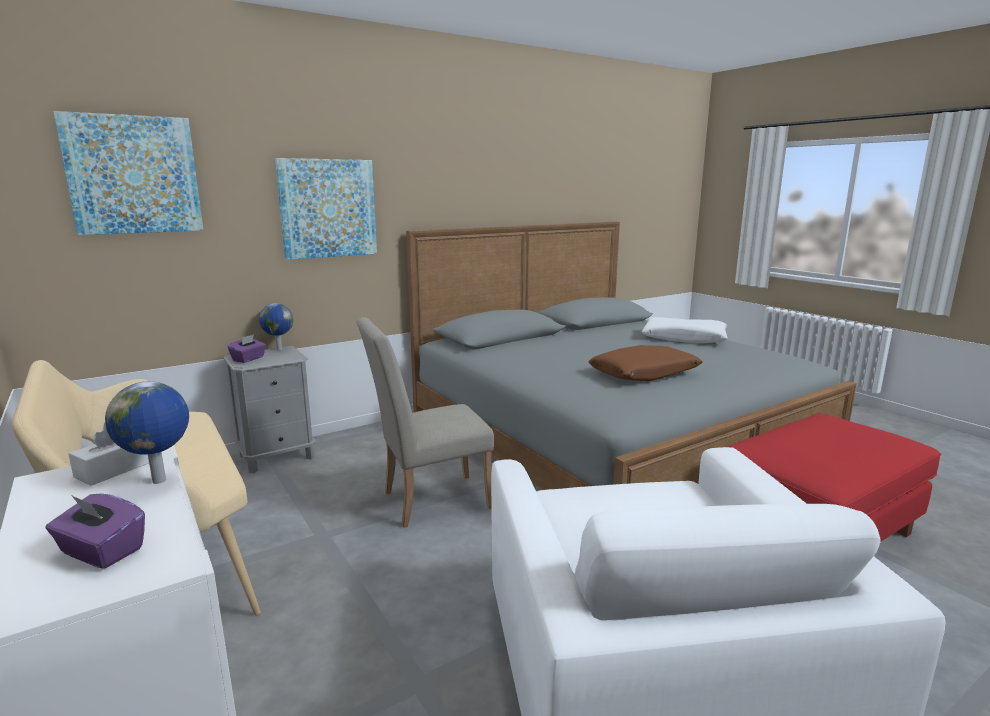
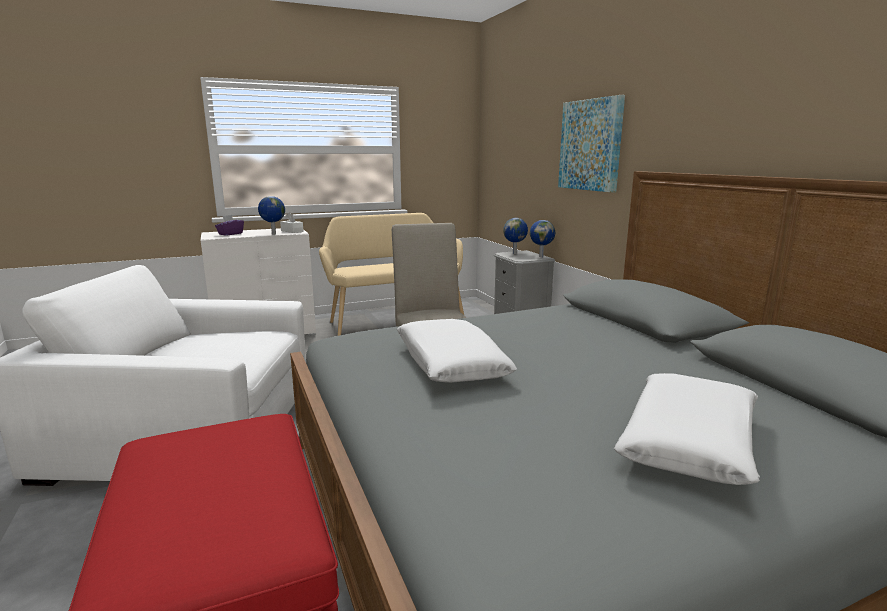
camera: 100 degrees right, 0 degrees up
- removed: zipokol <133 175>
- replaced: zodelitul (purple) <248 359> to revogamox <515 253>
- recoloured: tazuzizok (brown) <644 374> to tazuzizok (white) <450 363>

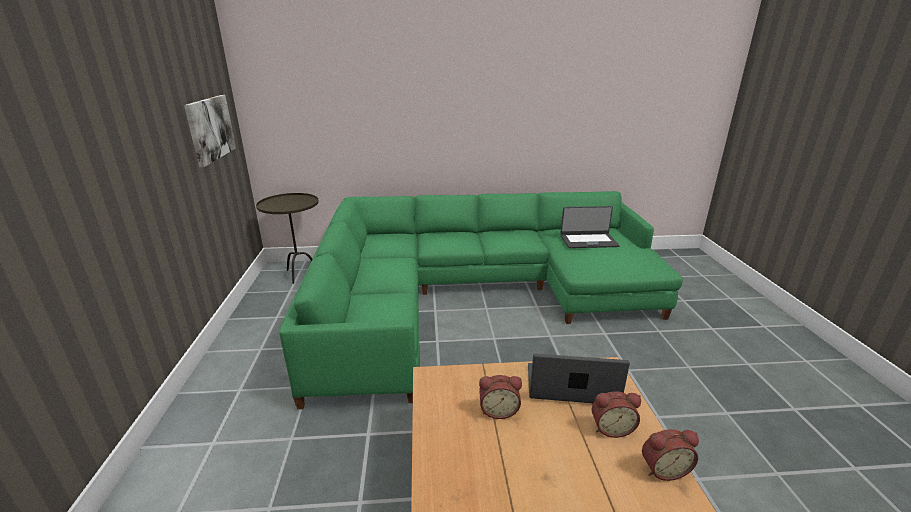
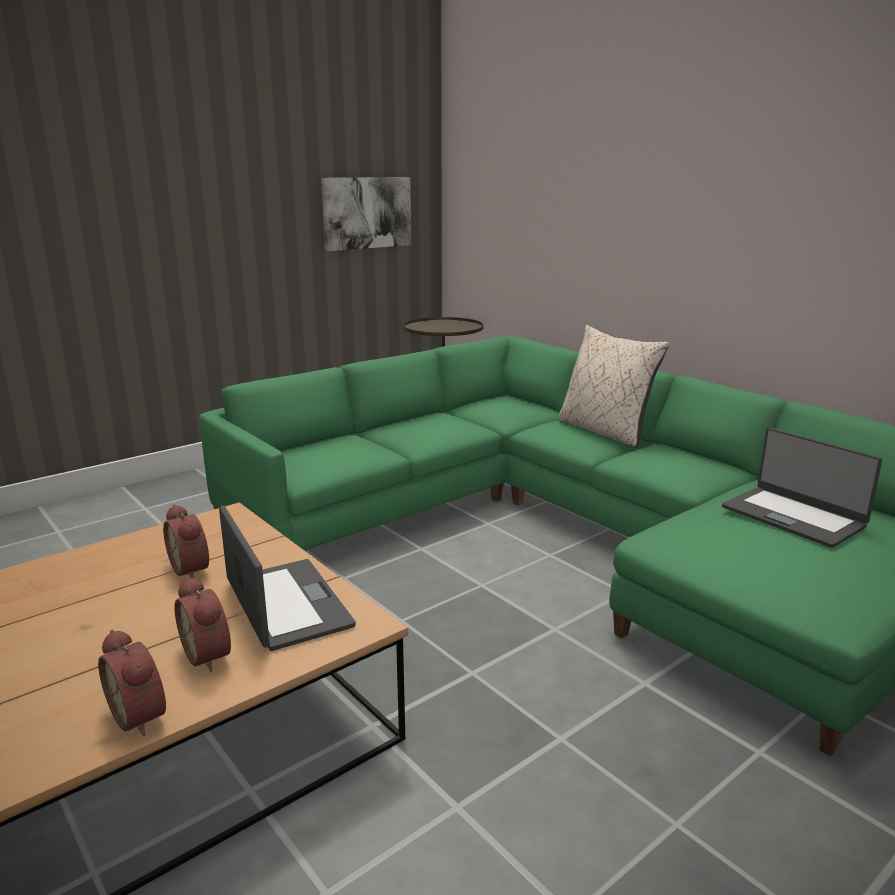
camera: 55 degrees right, 5 degrees down
- added: tazuzizok (beige) <605 431>

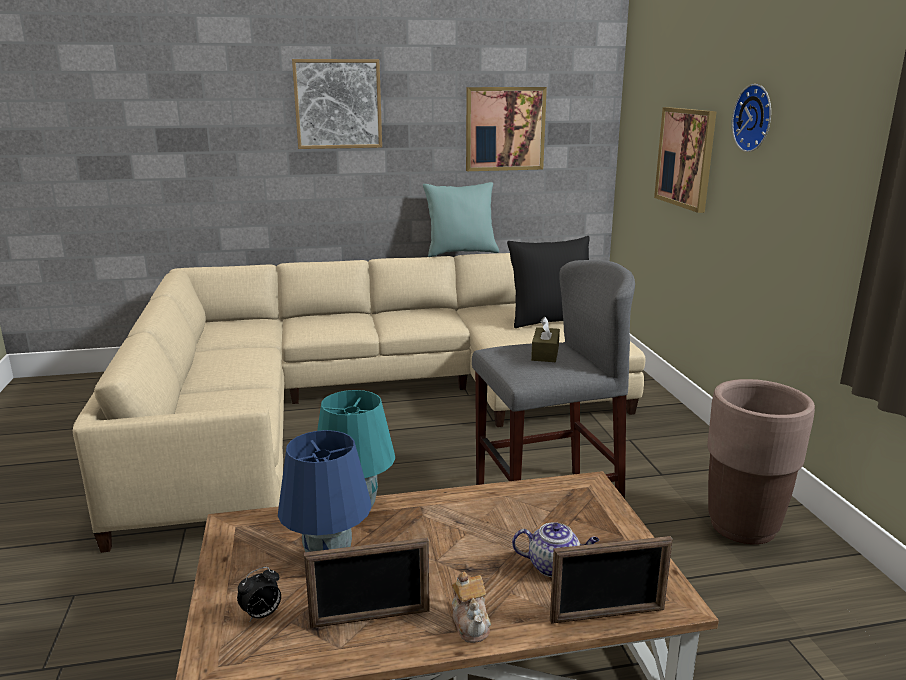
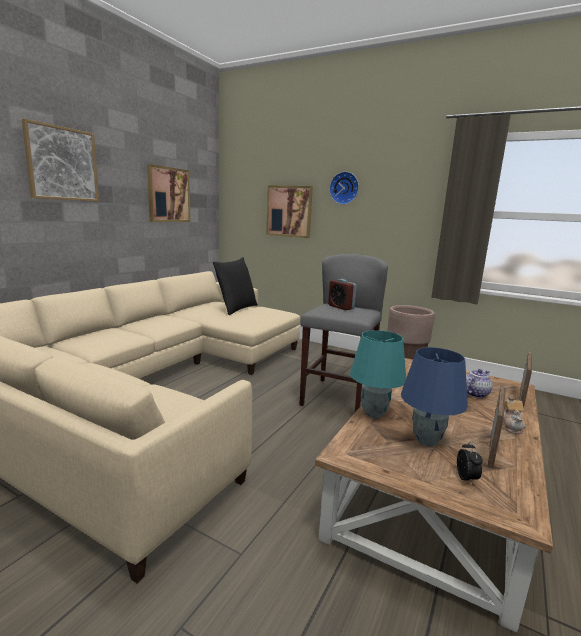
camera: 50 degrees left, 5 degrees down
- removed: tazuzizok (turquoise) <461 253>
- replaced: zodelitul (brown) <545 353> to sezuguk <341 307>
- turned: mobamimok <471 623> = <511 426> 75 degrees clockwise

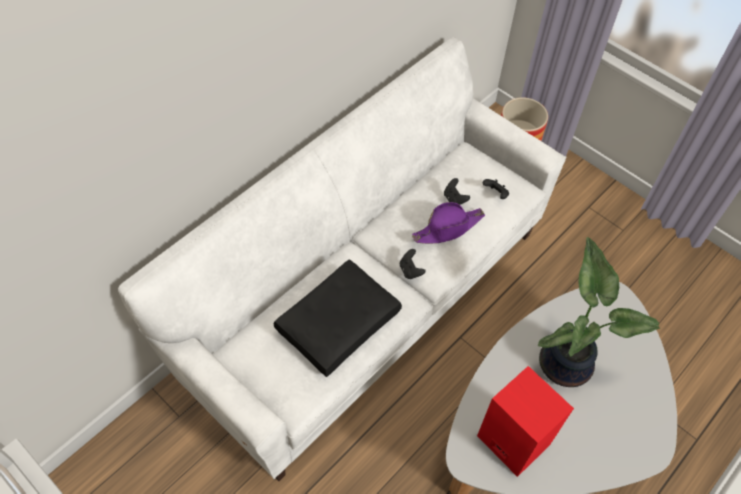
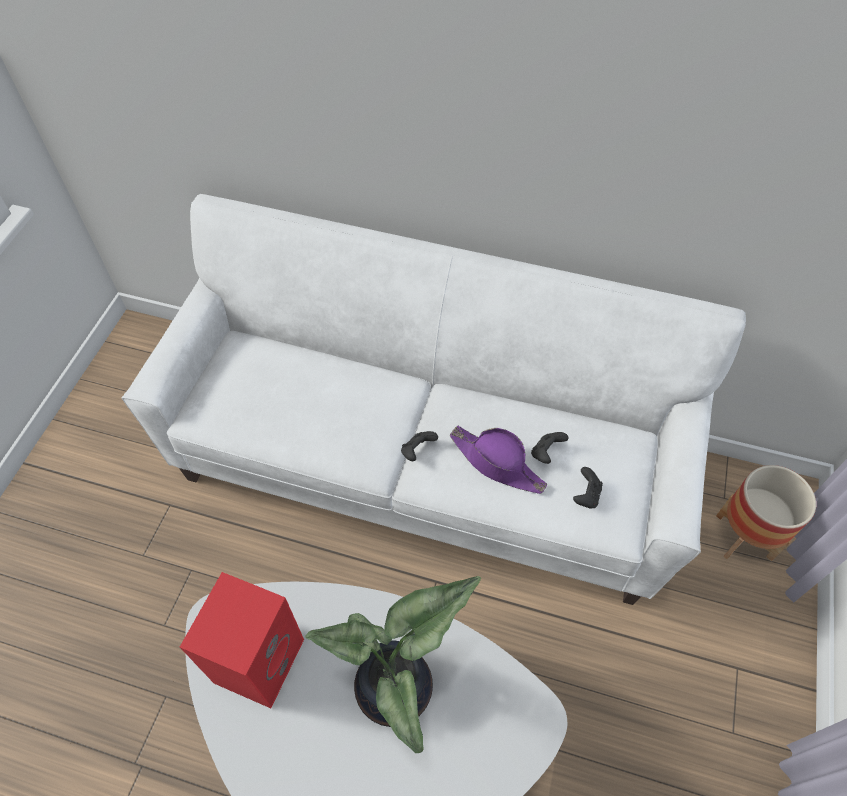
camera: 65 degrees right, 0 degrees up
- removed: tazuzizok (black) <337 321>

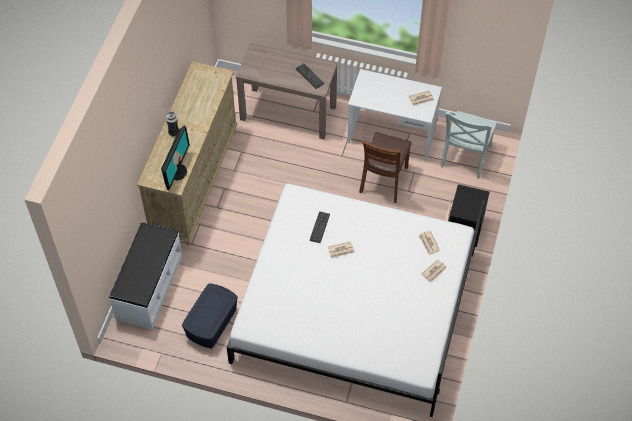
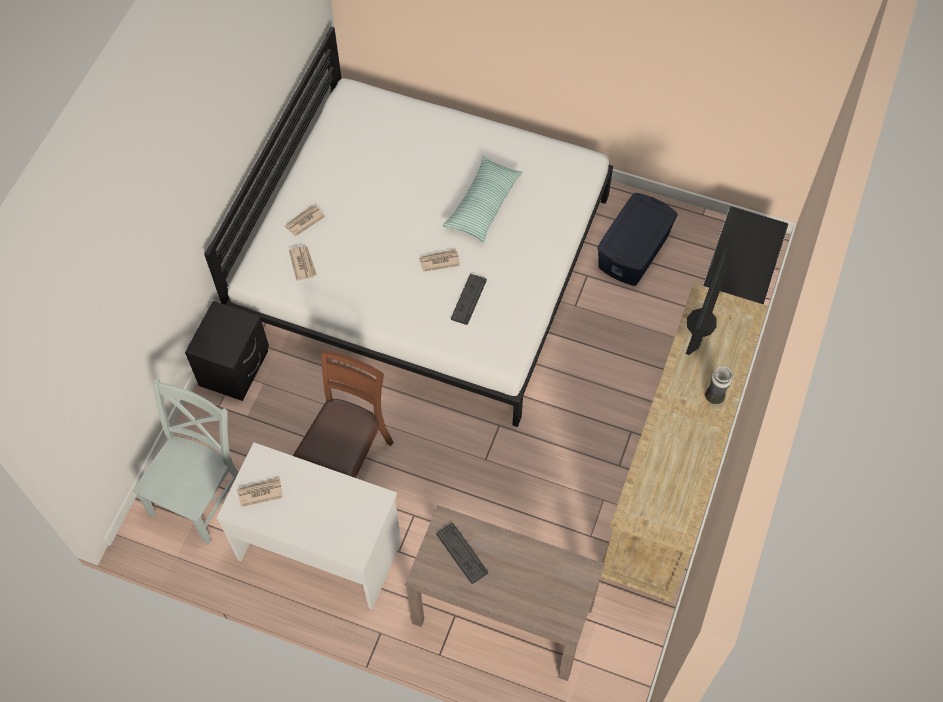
camera: 175 degrees left, 5 degrees up
- added: tazuzizok <483 204>

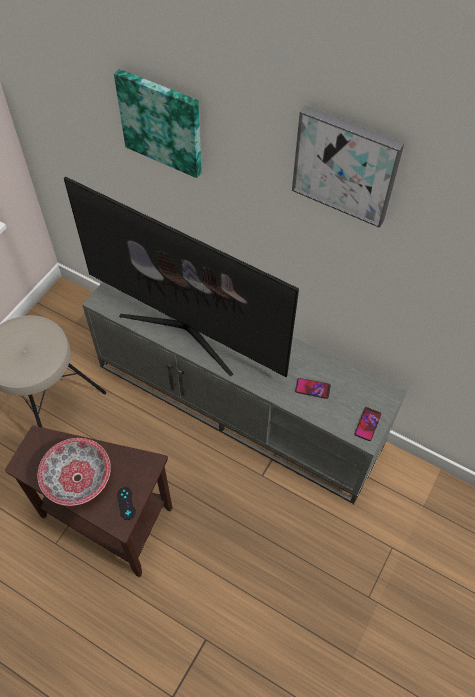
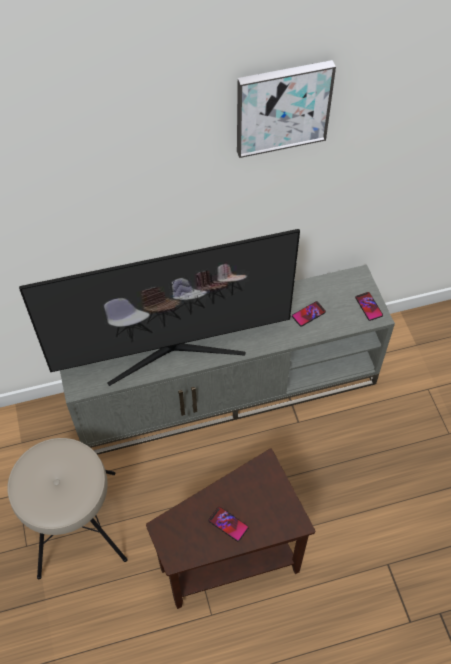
camera: 45 degrees left, 0 degrees up
- removed: zipokol <162 122>
- replaced: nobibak <78 477> to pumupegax <228 524>
- removed: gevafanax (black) <126 503>

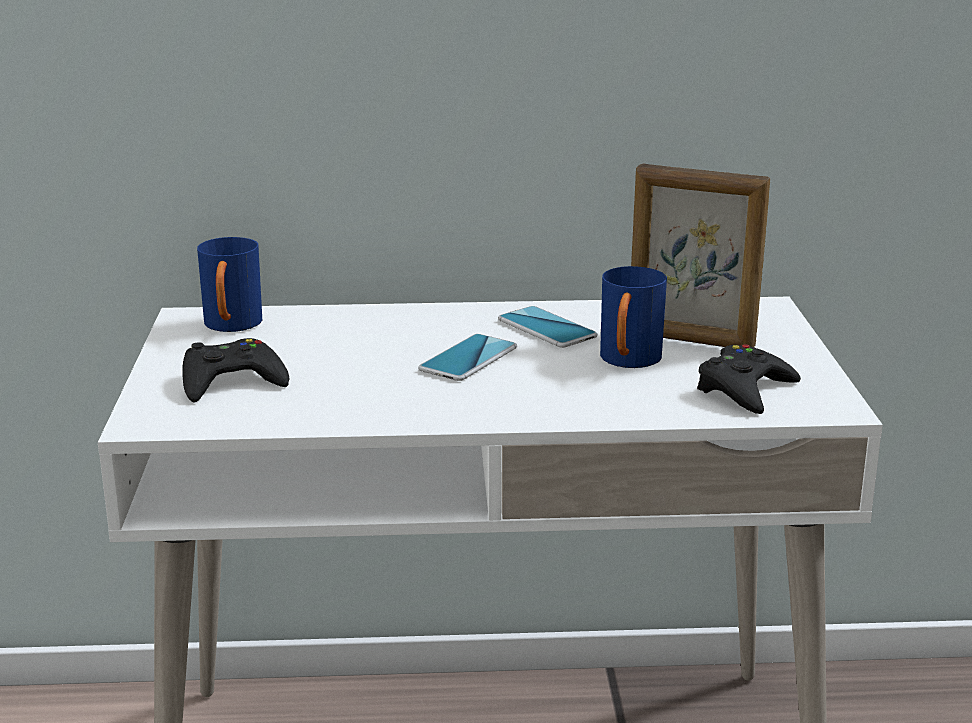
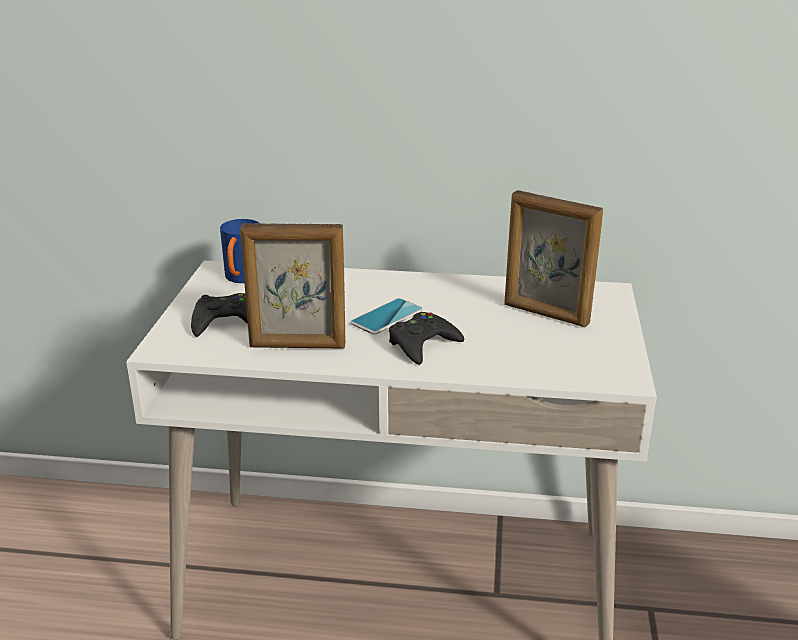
camera: 10 degrees right, 5 degrees up
- removed: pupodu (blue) <628 362>
- removed: pumupegax <547 328>
- moved: gevafanax (black) <745 389> to <422 344>
- added: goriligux <297 346>

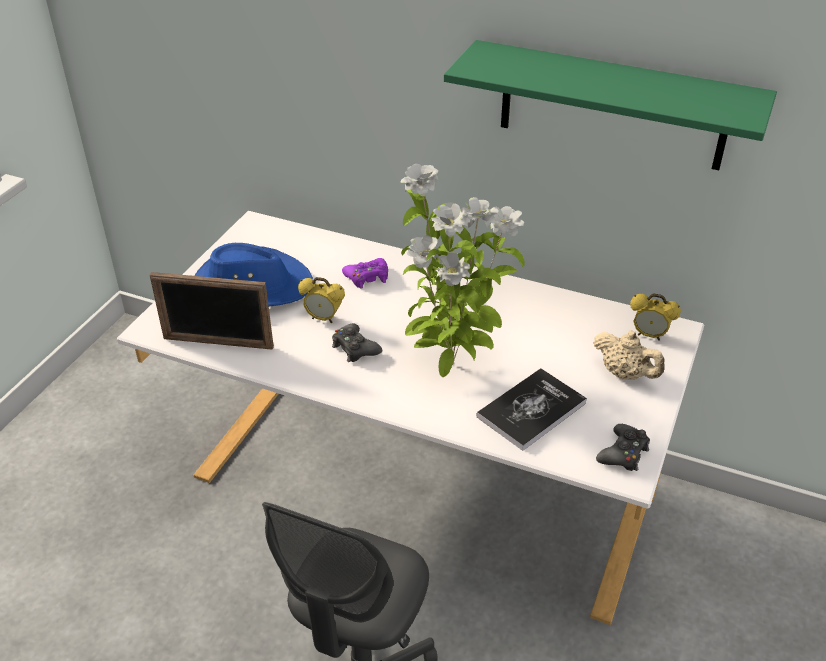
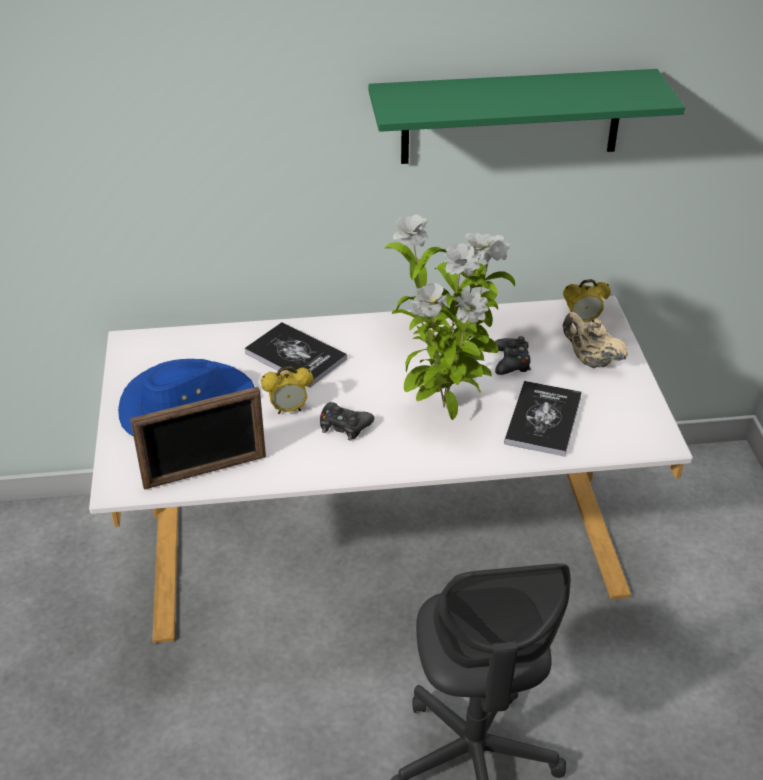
camera: 30 degrees left, 0 degrees up
- replaced: gevafanax (purple) <367 277> to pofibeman <295 356>
- turned: mobamimok (beige) <625 374> = <590 361> 150 degrees counterclockwise
- moved: gevafanax (black) <623 453> to <511 362>

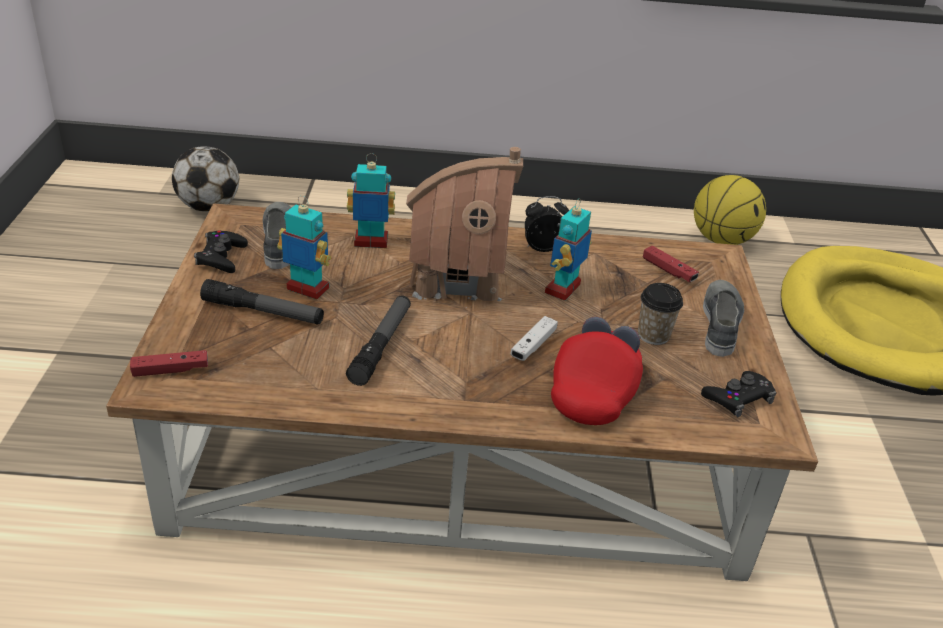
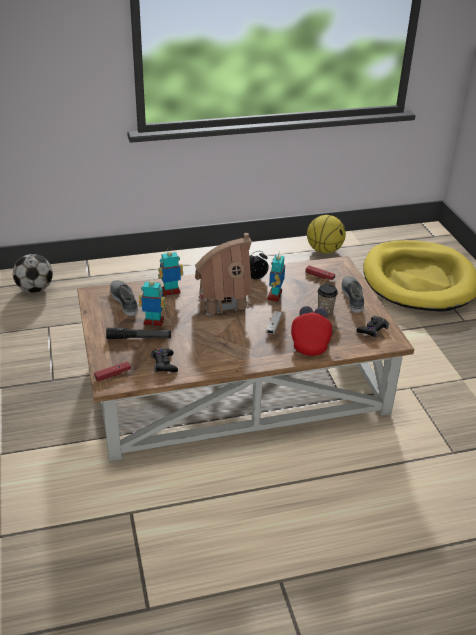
camera: 15 degrees left, 0 degrees up
- moved: gevafanax (black) <221 257> to <164 364>
- removed: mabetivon <381 345>

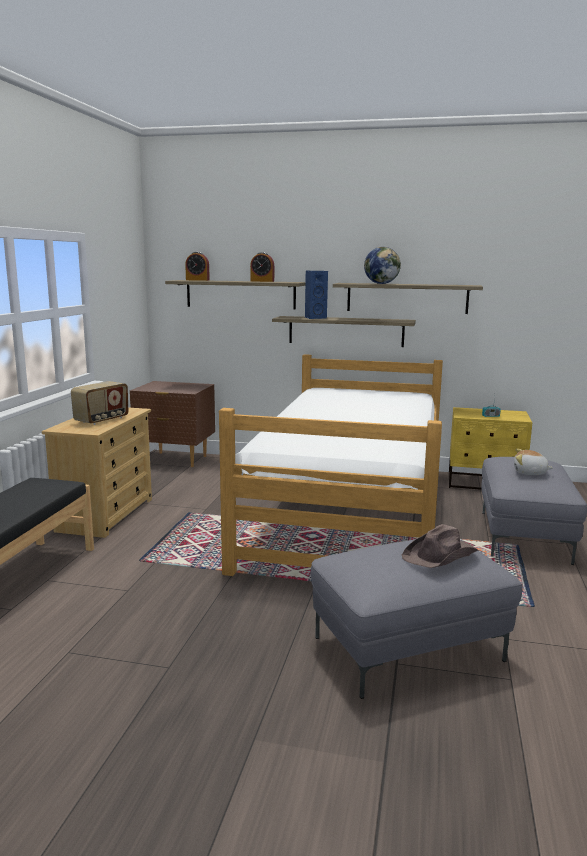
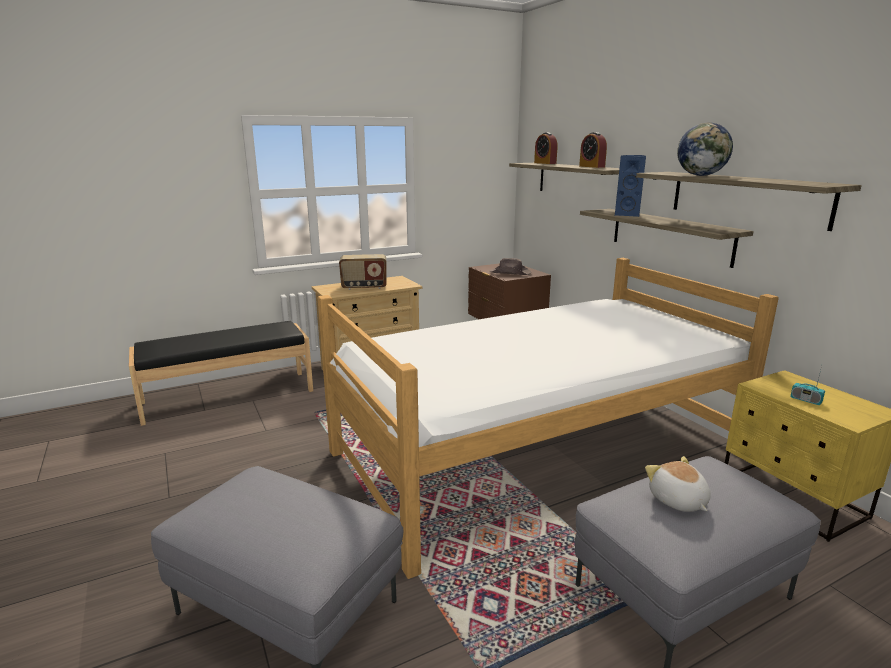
camera: 50 degrees right, 5 degrees up
- moved: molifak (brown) <440 555> to <510 273>

